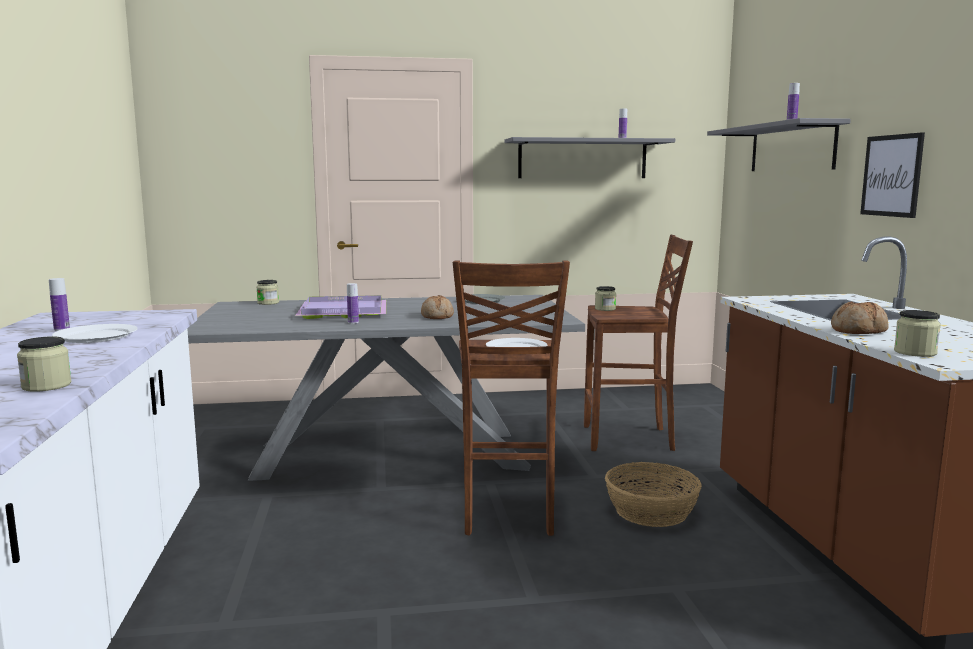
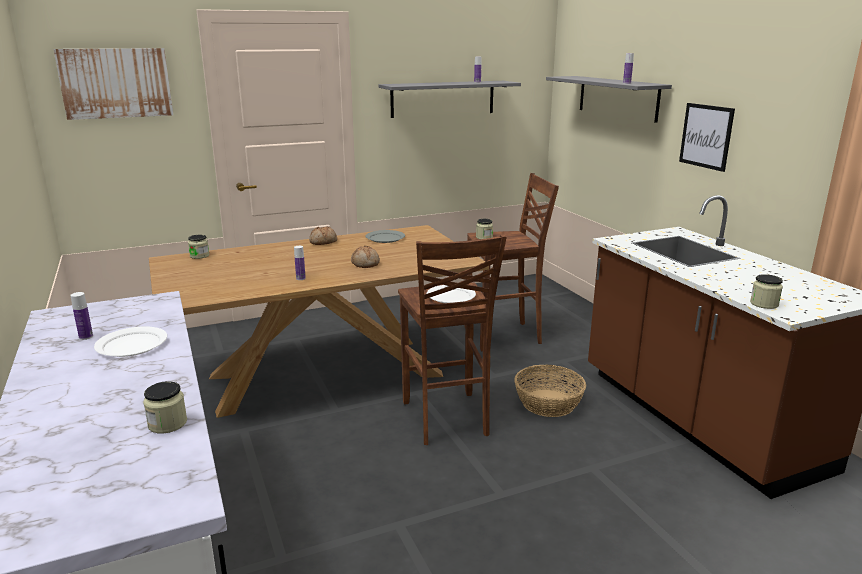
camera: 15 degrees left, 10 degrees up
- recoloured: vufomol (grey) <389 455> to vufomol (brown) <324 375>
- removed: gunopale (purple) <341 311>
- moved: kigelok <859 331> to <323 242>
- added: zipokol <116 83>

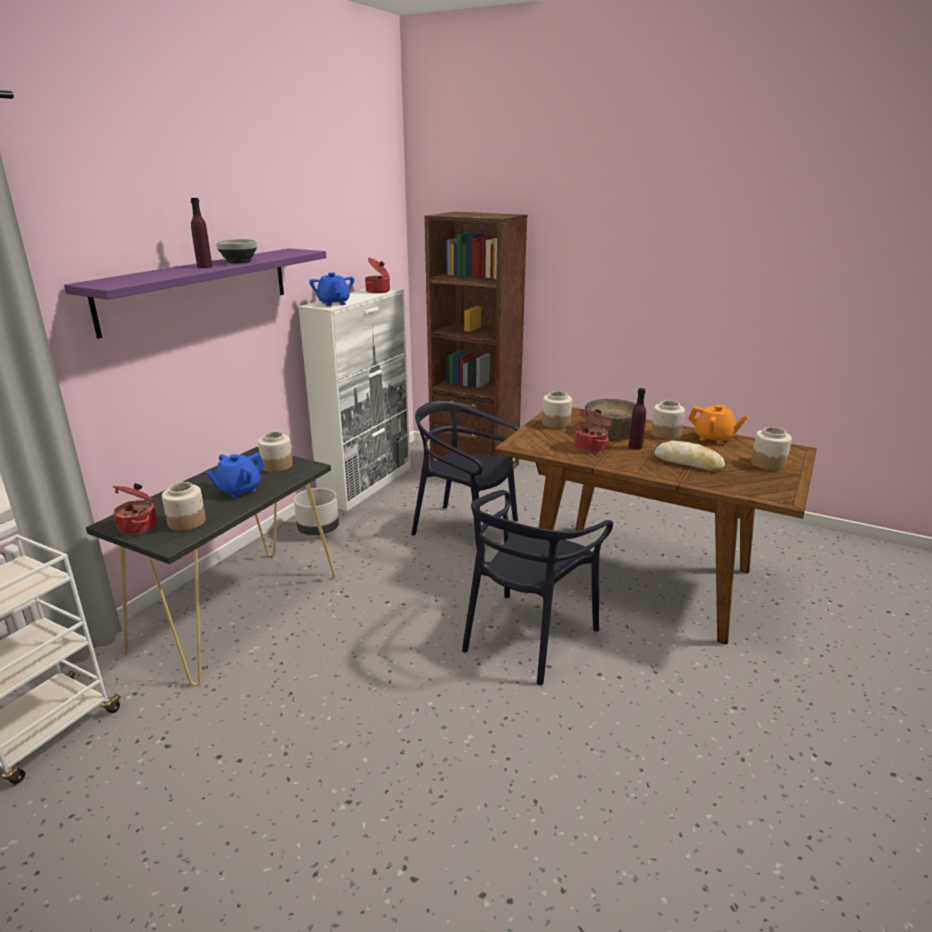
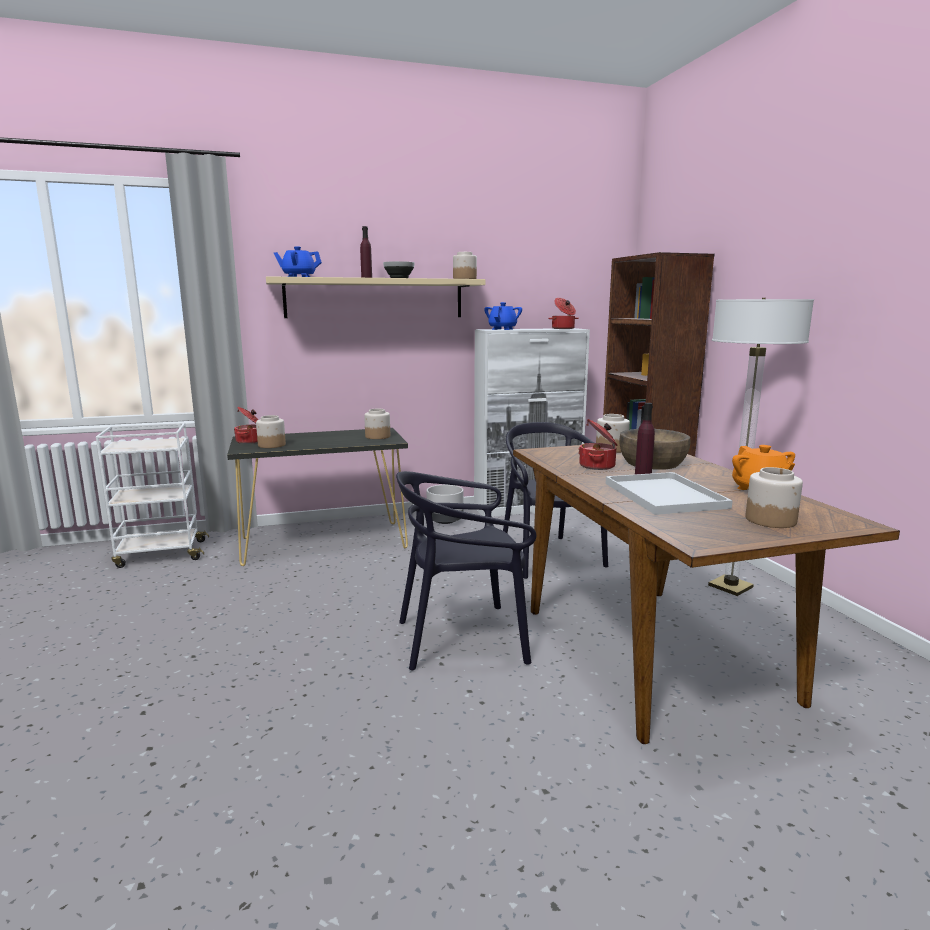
camera: 45 degrees right, 10 degrees down
- recoloured: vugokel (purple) <198 288> to vugokel (beige) <375 298>
- moved: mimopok <665 434> to <464 279>
- replaced: kigelok <688 463> to gunopale (white) <666 495>
- moved: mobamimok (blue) <238 490> to <299 277>
- added: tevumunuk <730 587>

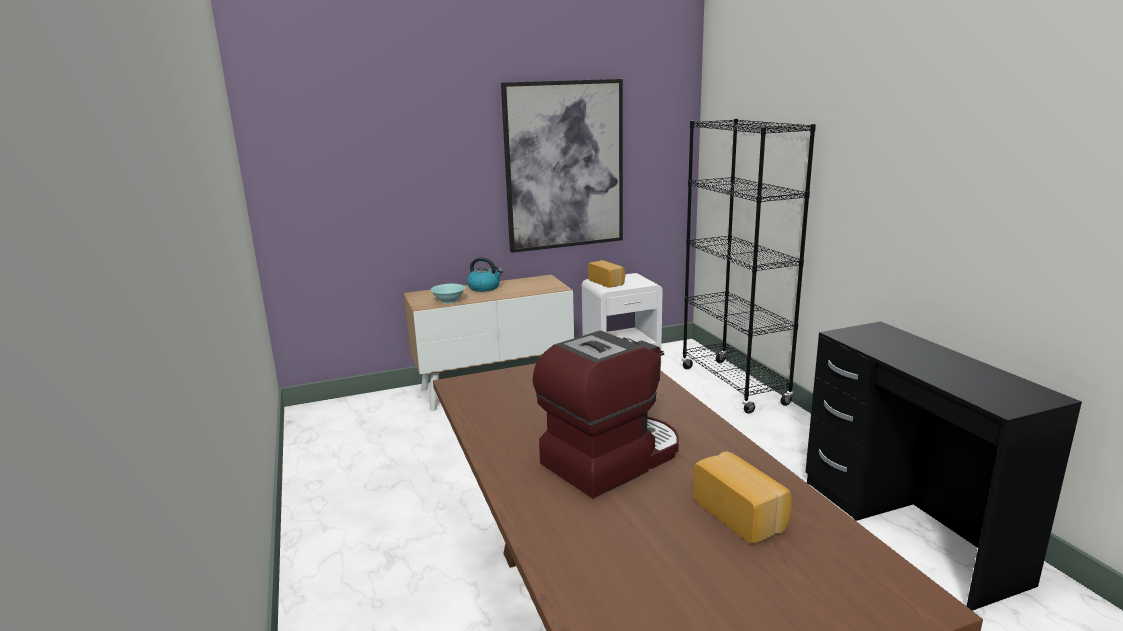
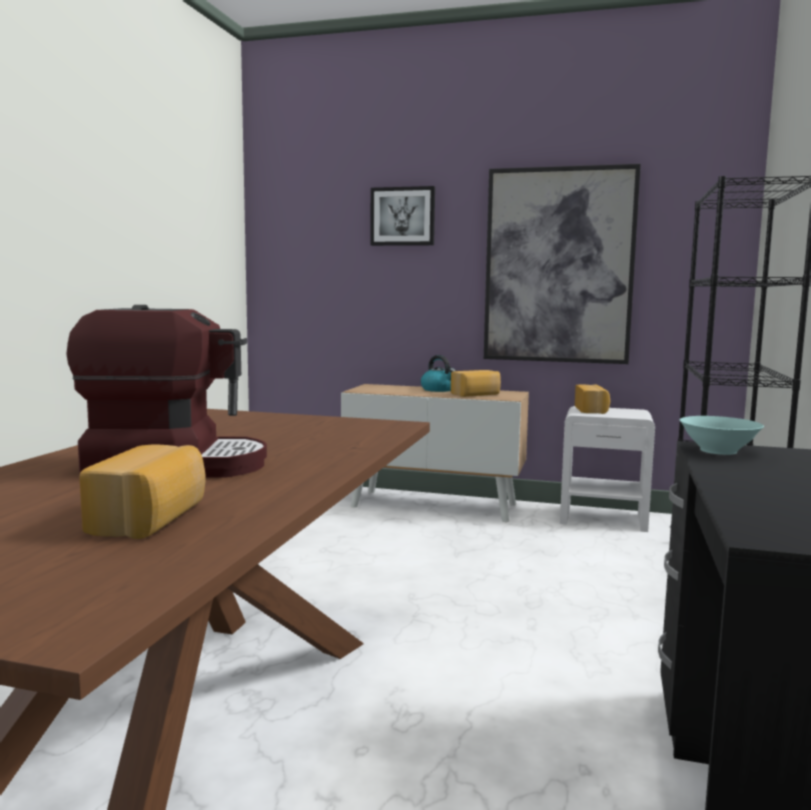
camera: 35 degrees right, 10 degrees down
- moved: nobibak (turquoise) <448 301> to <717 450>
- added: zipokol <403 216>
- added: kigelok <476 394>

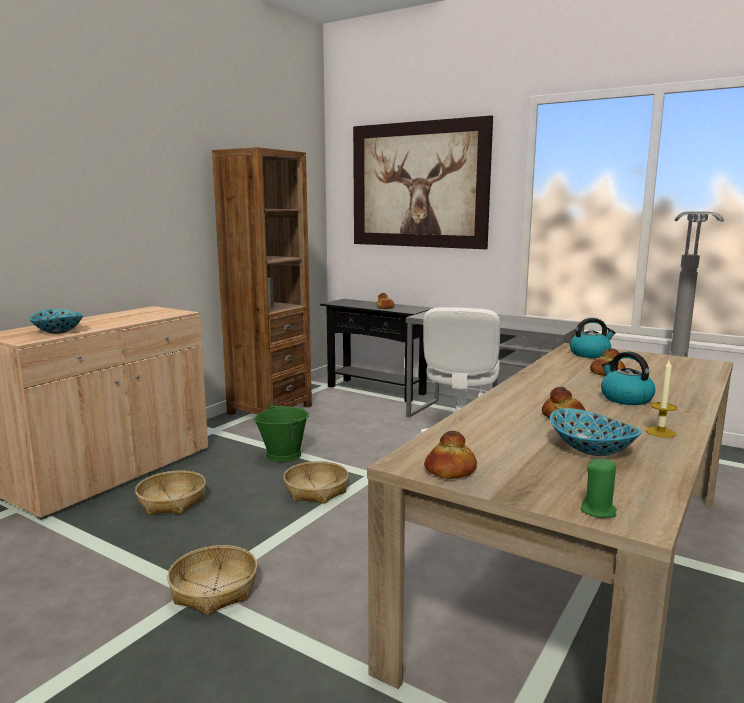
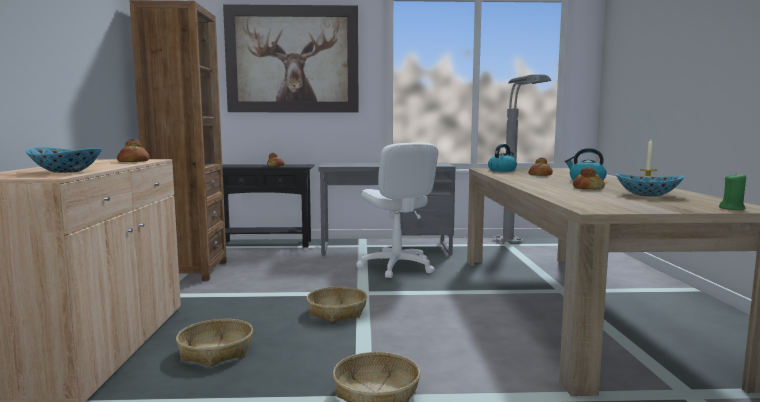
camera: 35 degrees left, 5 degrees down
- removed: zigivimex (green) <284 455>
- moved: kigelok <450 471> to <134 161>

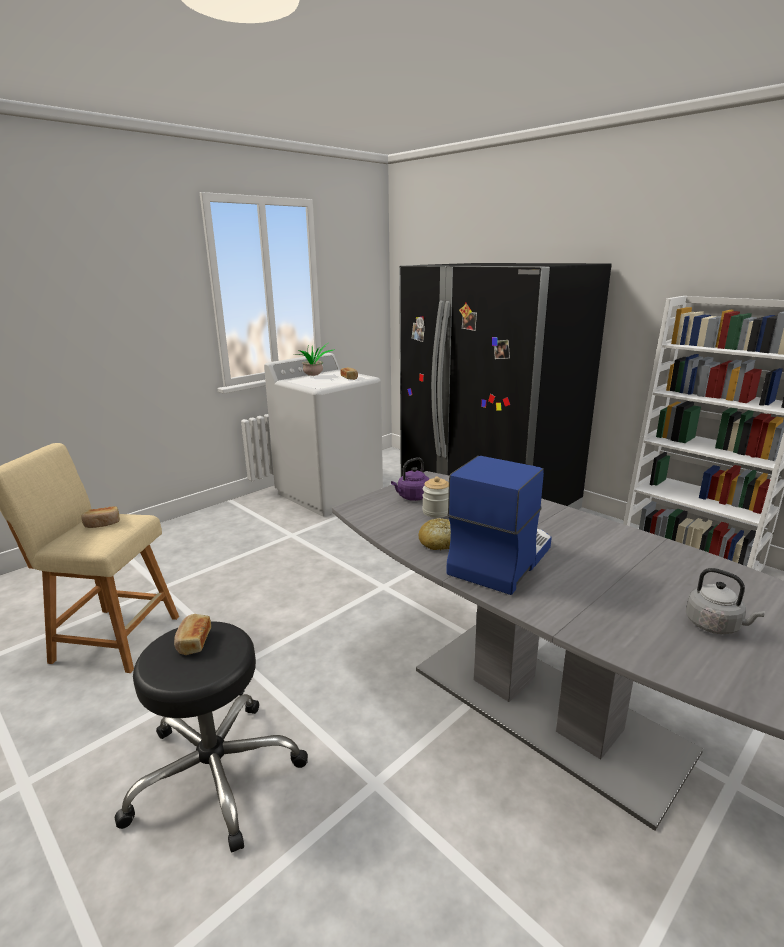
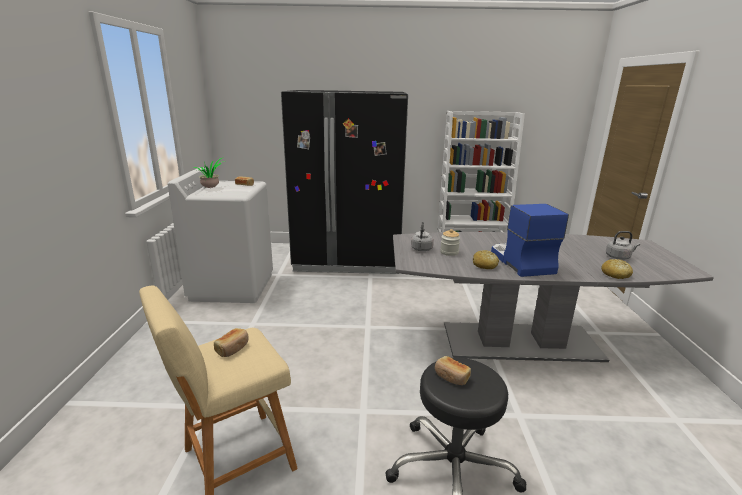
camera: 45 degrees left, 0 degrees up
- recoloured: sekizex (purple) <412 497> to sekizex (grey) <421 249>
- added: kigelok <615 274>

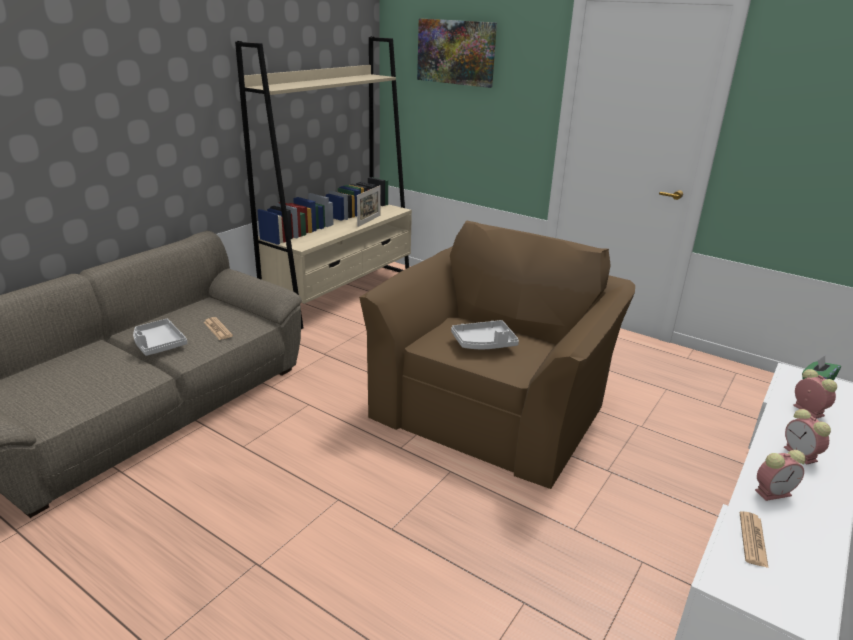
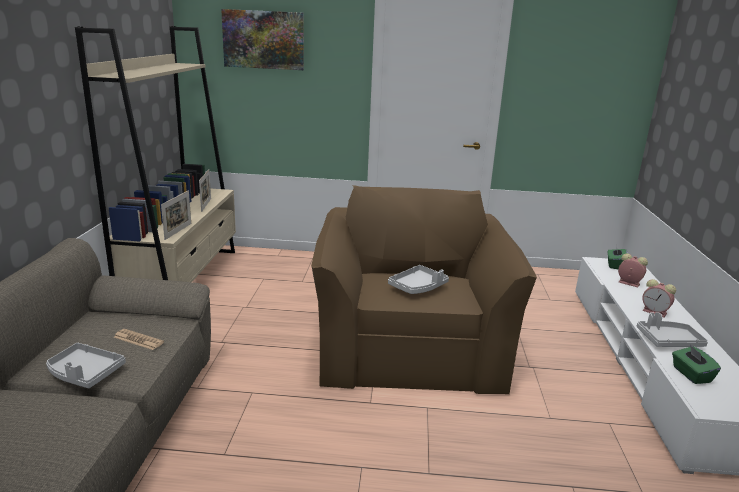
camera: 30 degrees left, 5 degrees down
- replaced: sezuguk <774 492> to gunopale (grey) <668 341>
- replaced: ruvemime <753 539> to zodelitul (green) <691 375>
- added: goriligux <178 231>

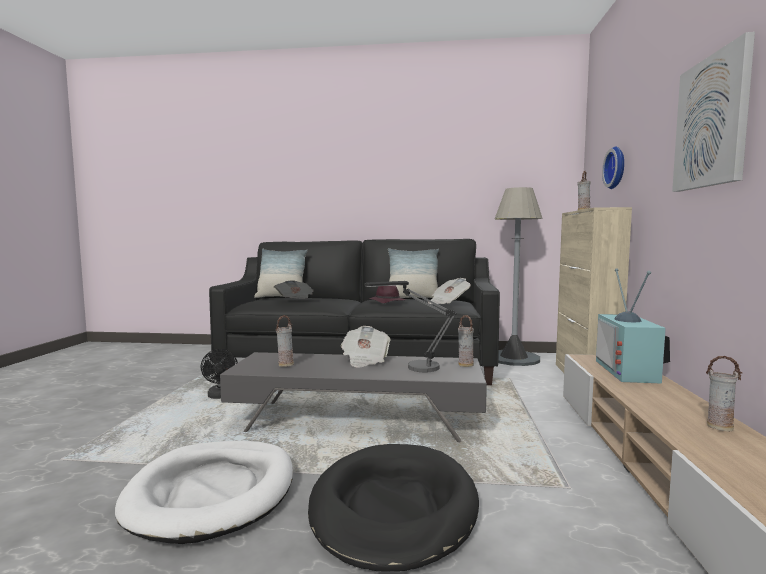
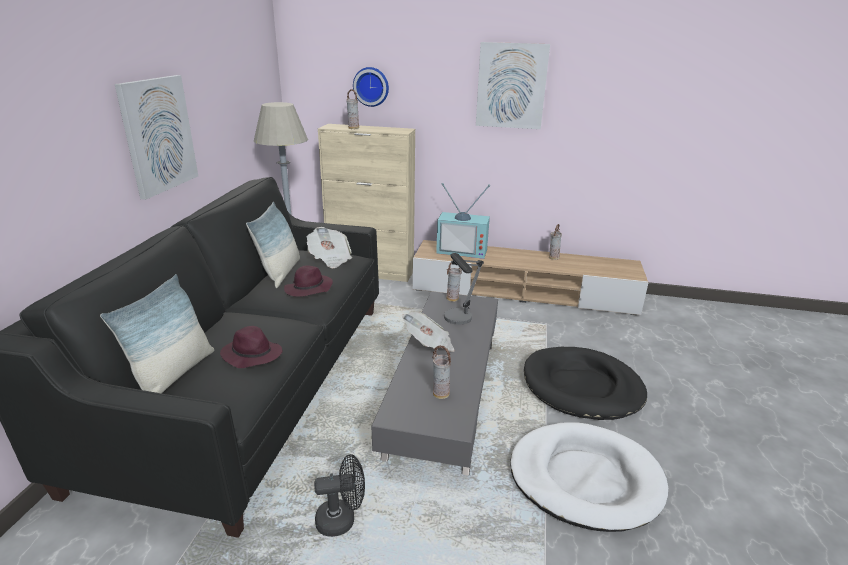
camera: 85 degrees left, 20 degrees up
- replaced: ruvemime <295 301> to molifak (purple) <251 355>
- added: zipokol <158 135>

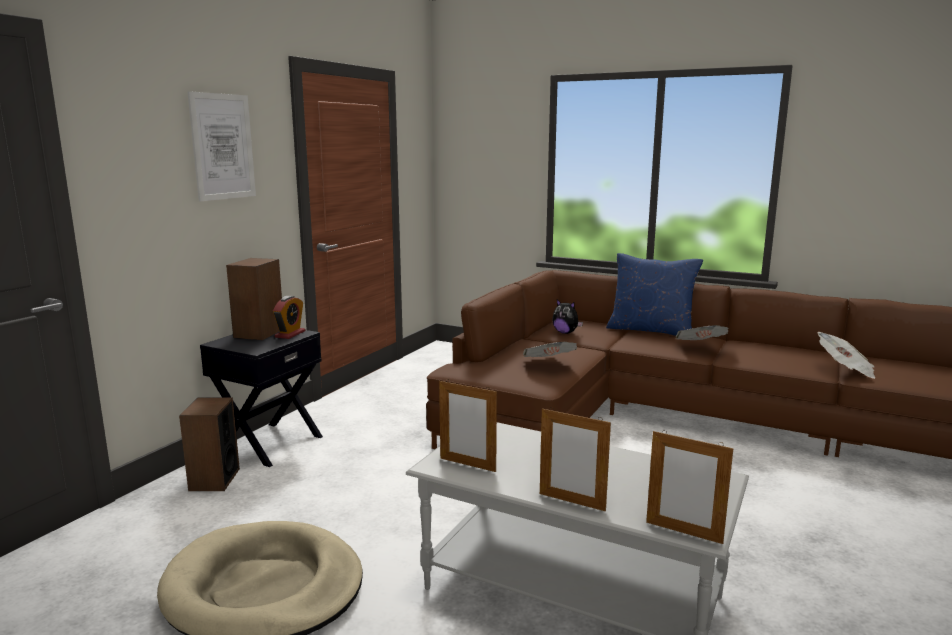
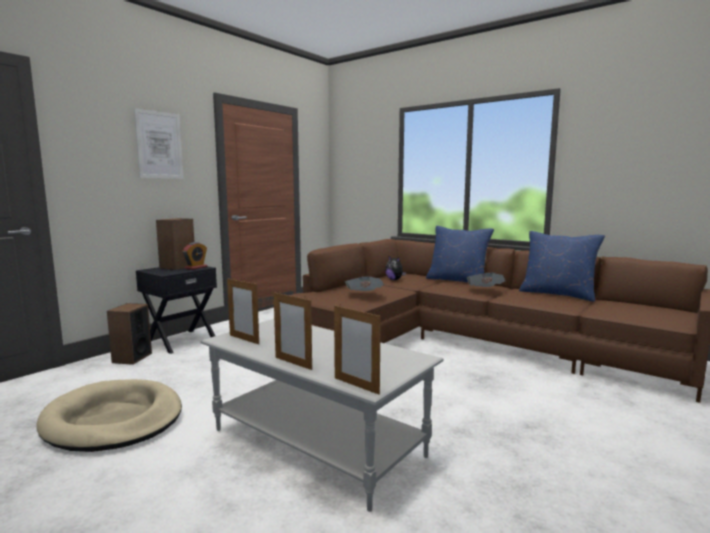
camera: 10 degrees right, 5 degrees down
- removed: ruvemime <845 370>
- added: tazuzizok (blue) <557 294>

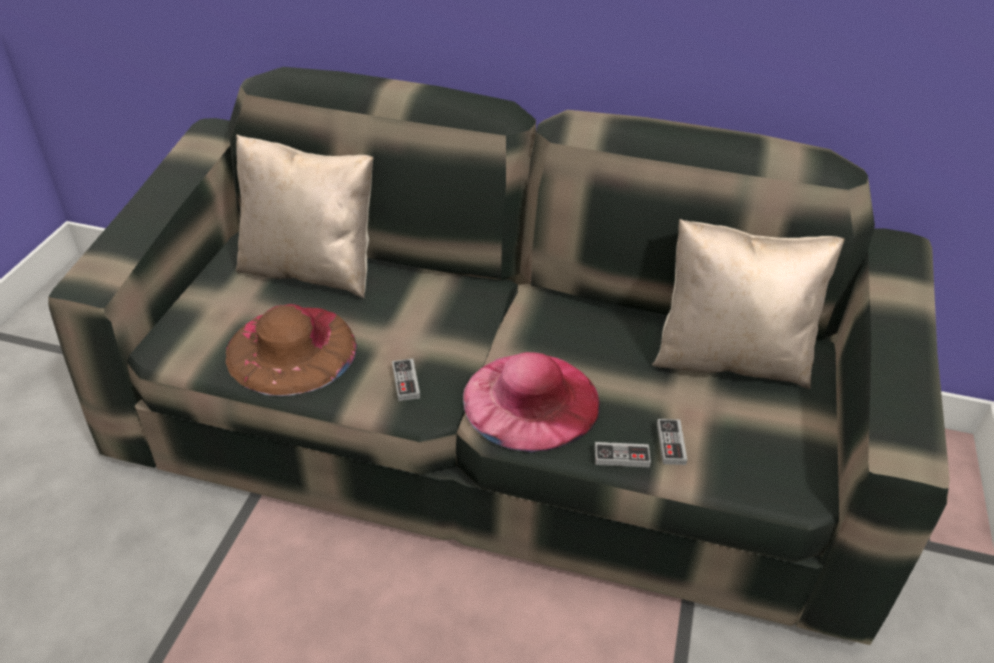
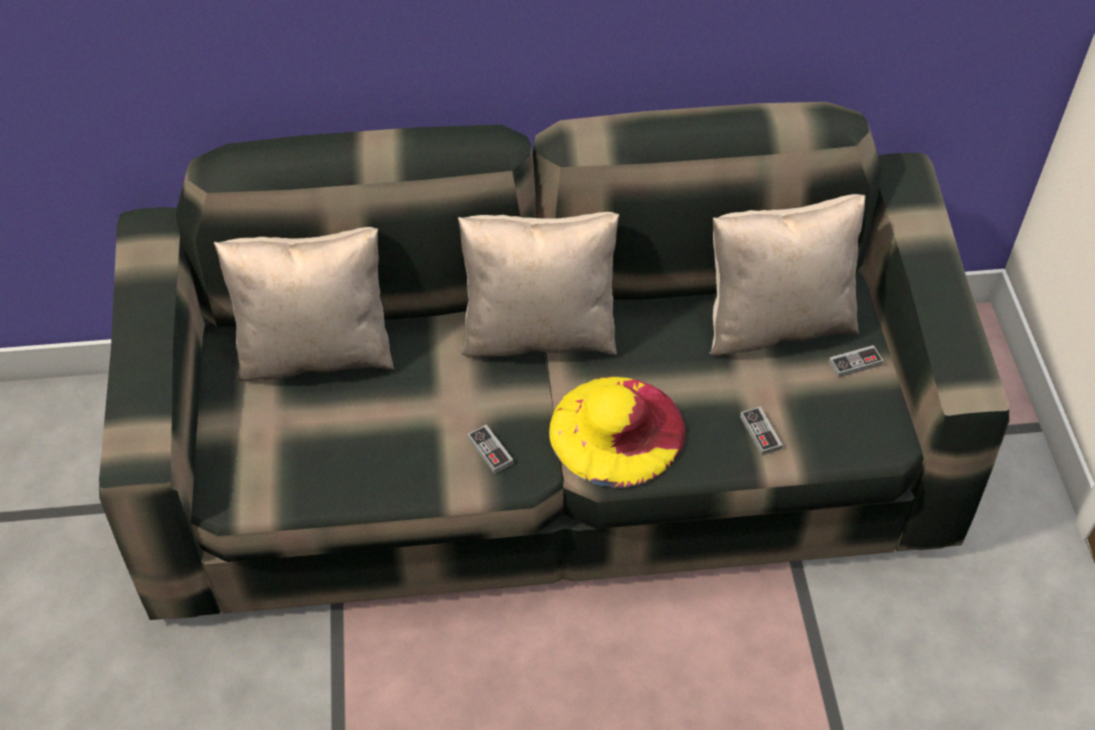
camera: 20 degrees left, 10 degrees up
- removed: molifak (brown) <291 349>
- recoloured: molifak (pink) <531 400> to molifak (yellow) <617 430>
- moved: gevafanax <621 457> to <855 363>
- added: tazuzizok (beige) <539 333>

